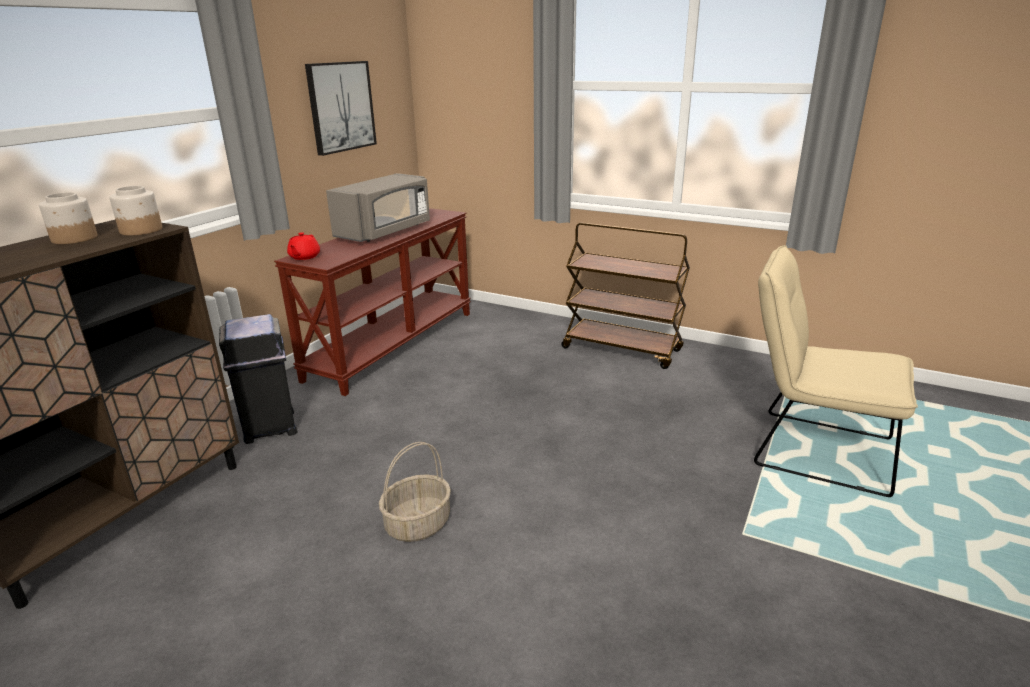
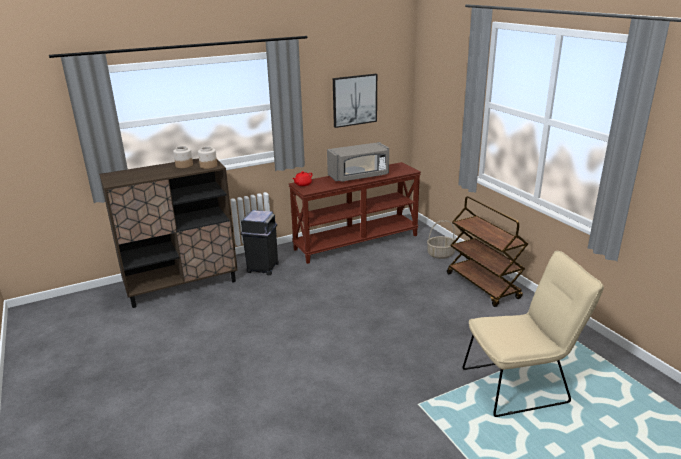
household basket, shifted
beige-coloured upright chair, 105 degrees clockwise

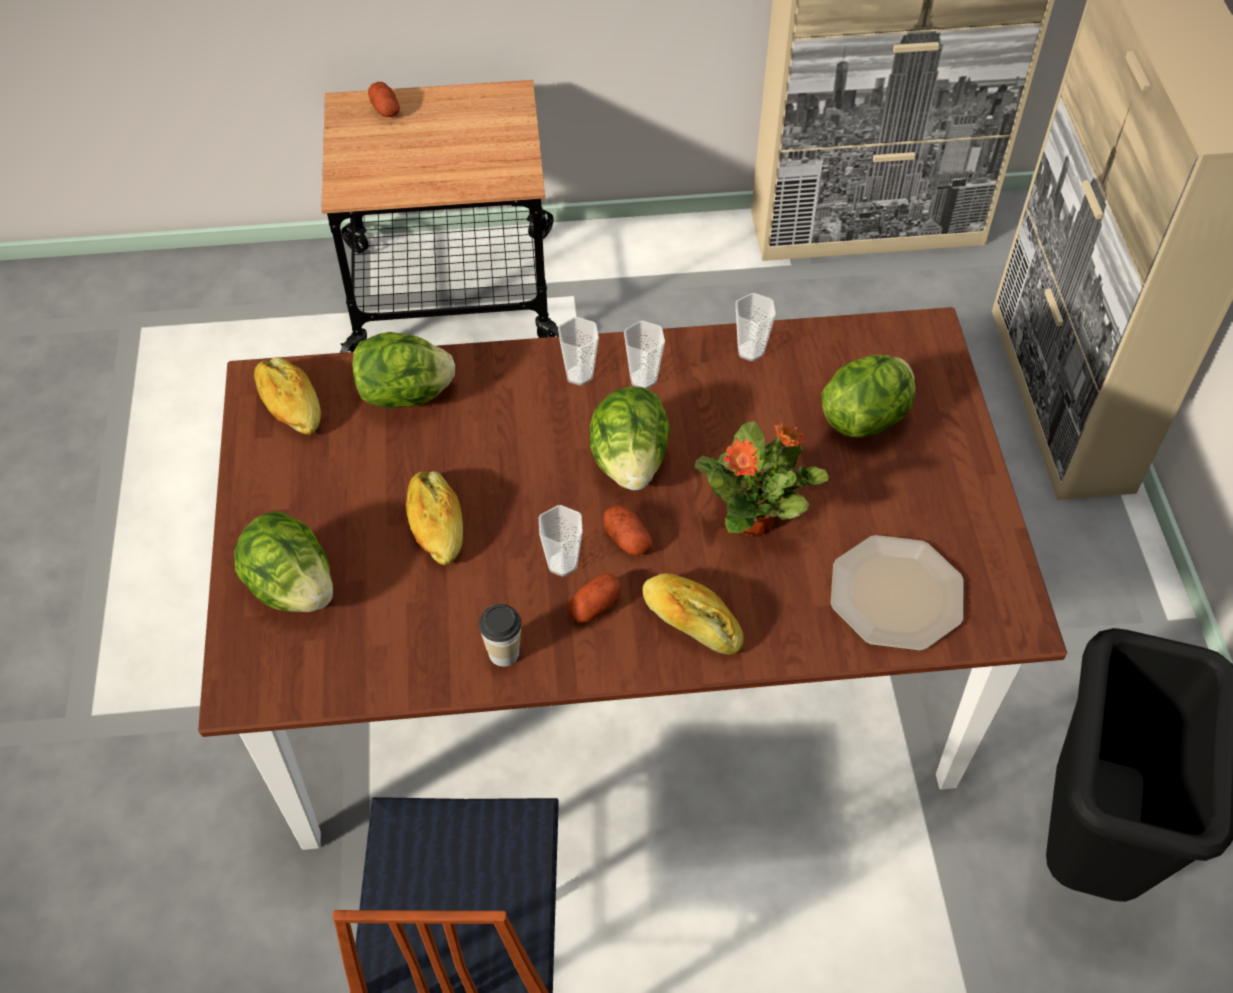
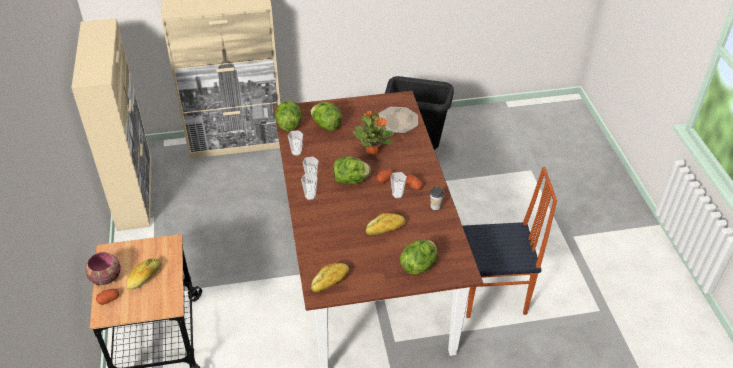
lettuce (no. 2 from left in the first image) -> lettuce (no. 1 from left), shifted
baked bread (no. 3 from left in the first image) -> baked bread (no. 1 from left), shifted
none -> bowl

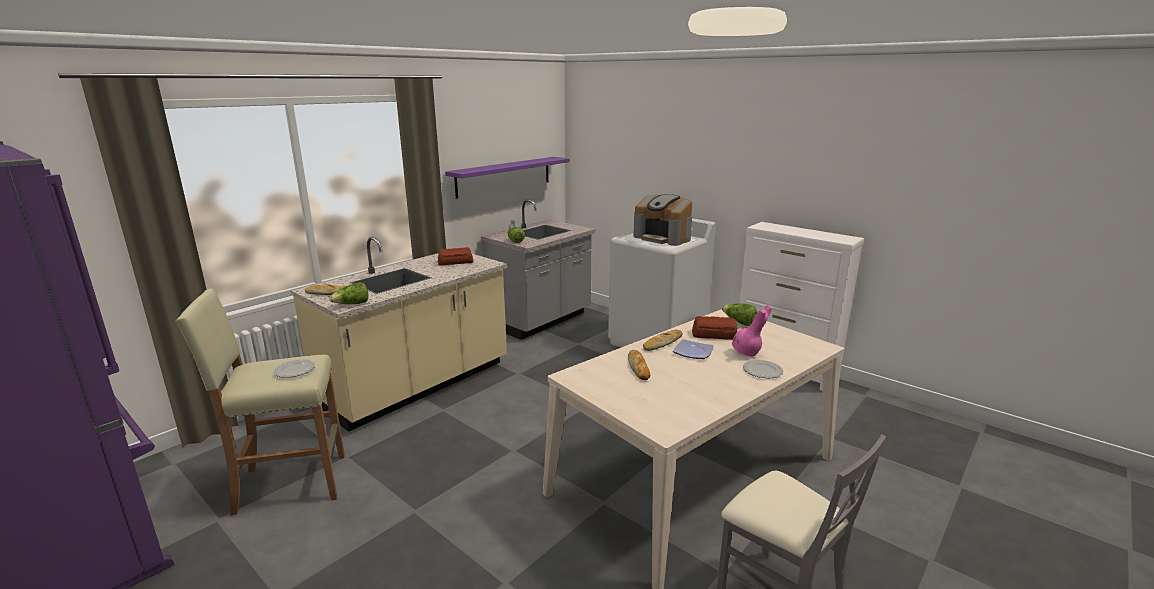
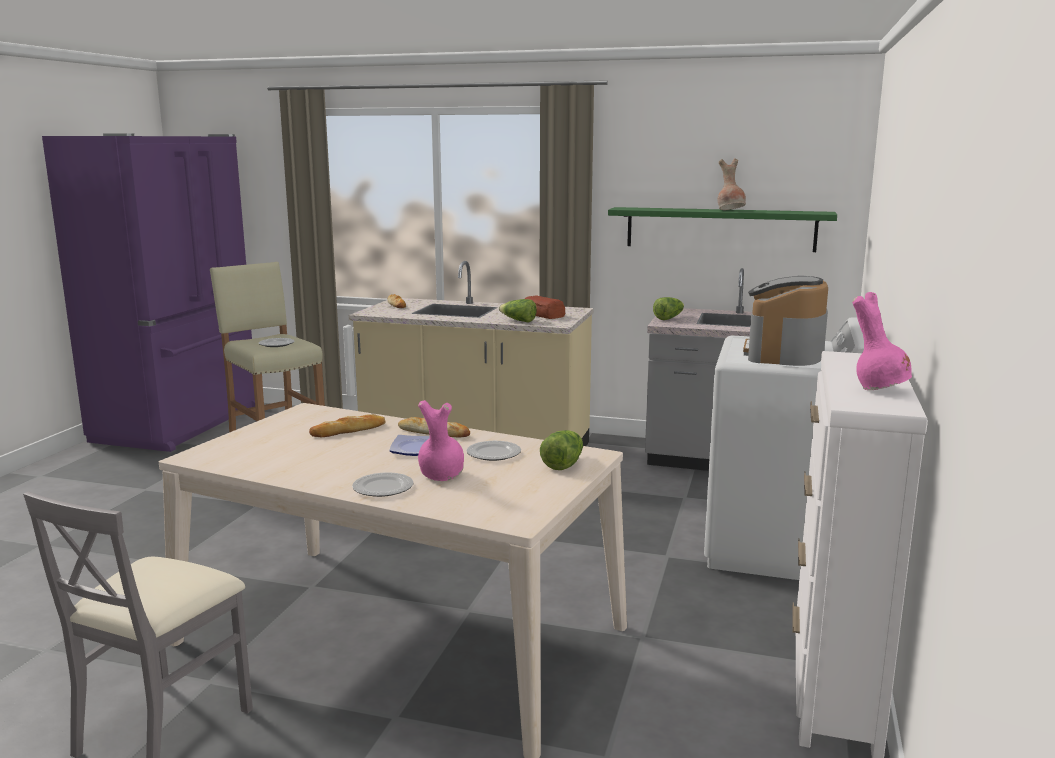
lettuce (no. 1 from left), shifted
purplish wall shelf -> greenish wall shelf
baked bread (no. 5 from left) -> flat dish (no. 4 from left)
none -> brown-coloured vase
none -> pink vase (no. 2 from left)

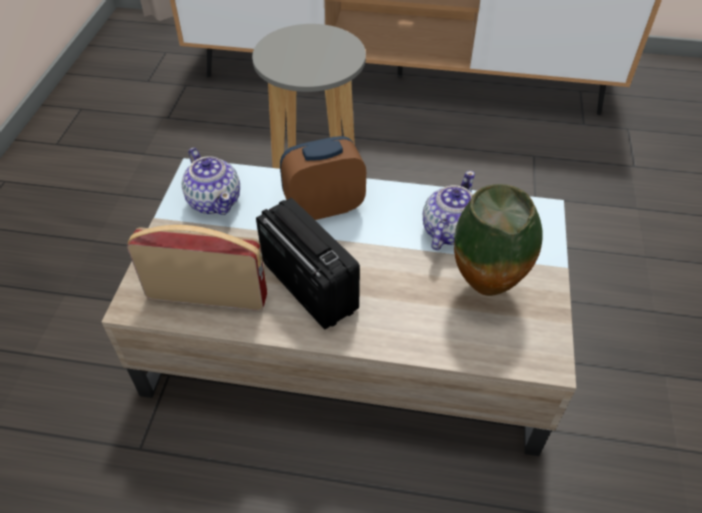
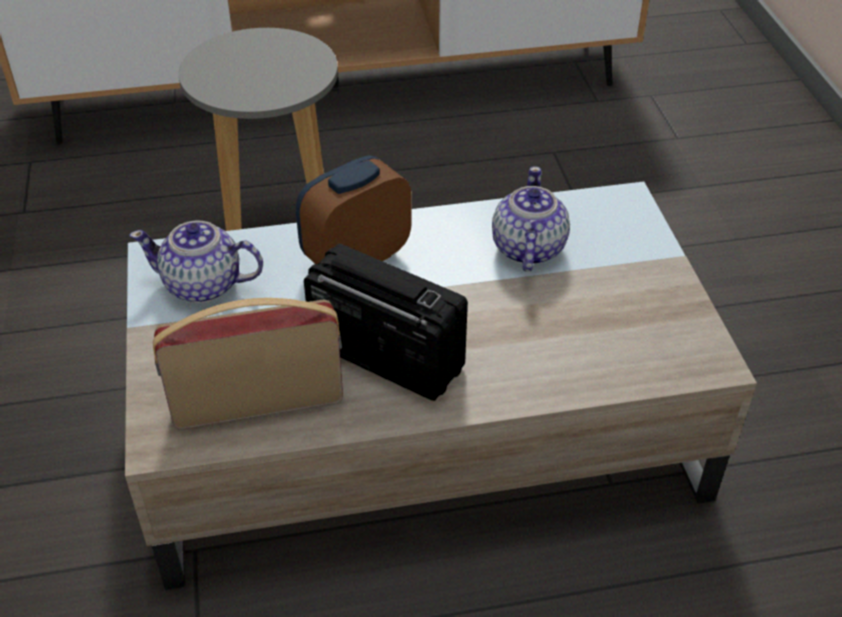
pot for tea (no. 1 from left), 150 degrees clockwise
vase -> none

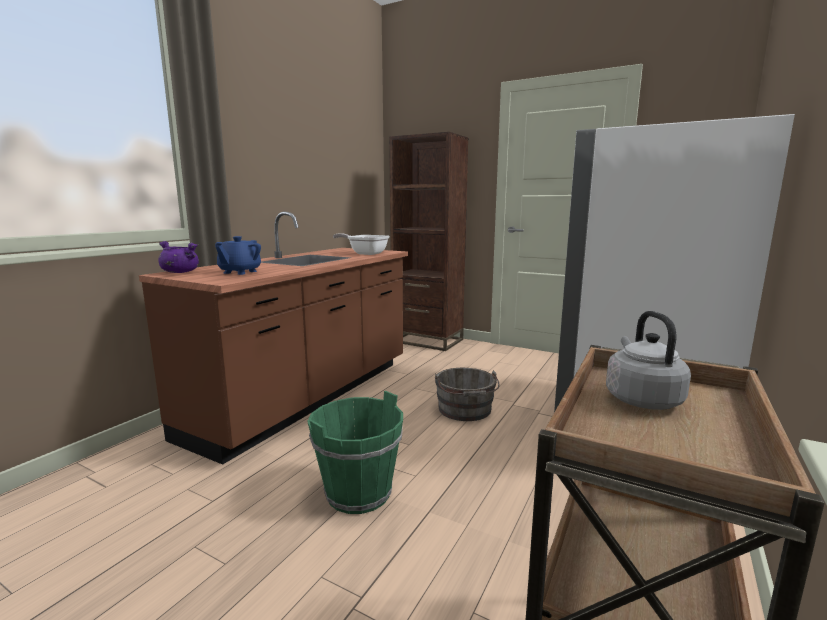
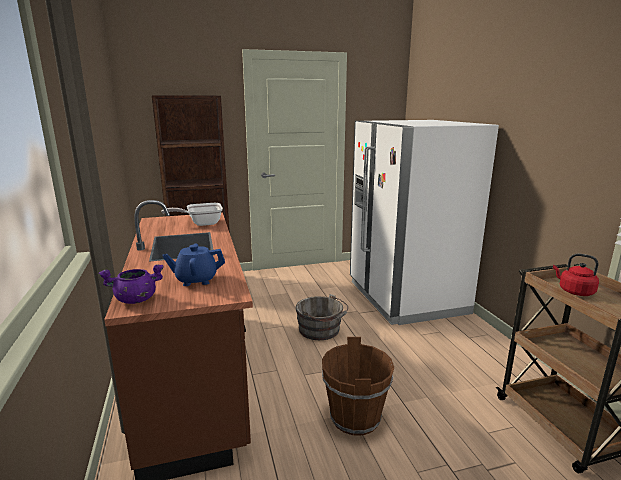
bluish pot for tea, 105 degrees clockwise
greenish pail -> brown-coloured pail
gray water kettle -> red-coloured water kettle

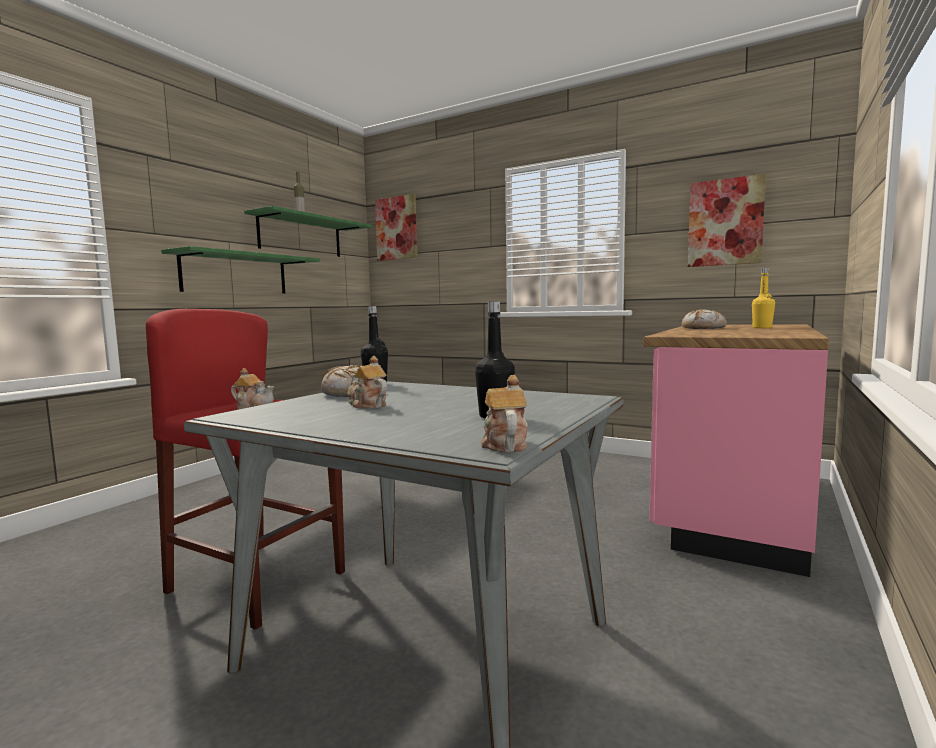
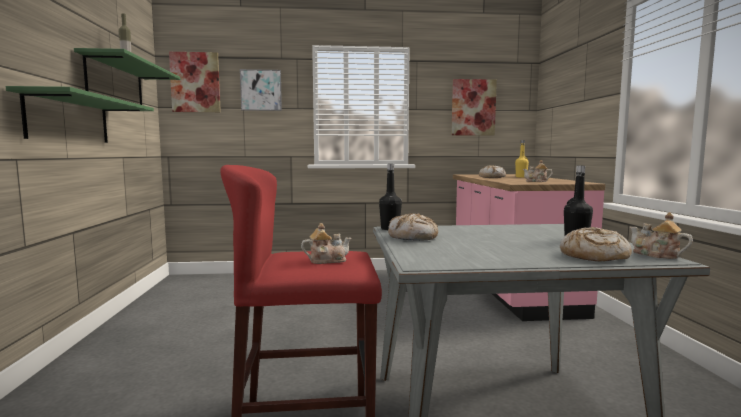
pot for tea (no. 2 from left), shifted
none -> wall picture (no. 2 from left)
none -> baked bread (no. 3 from left)

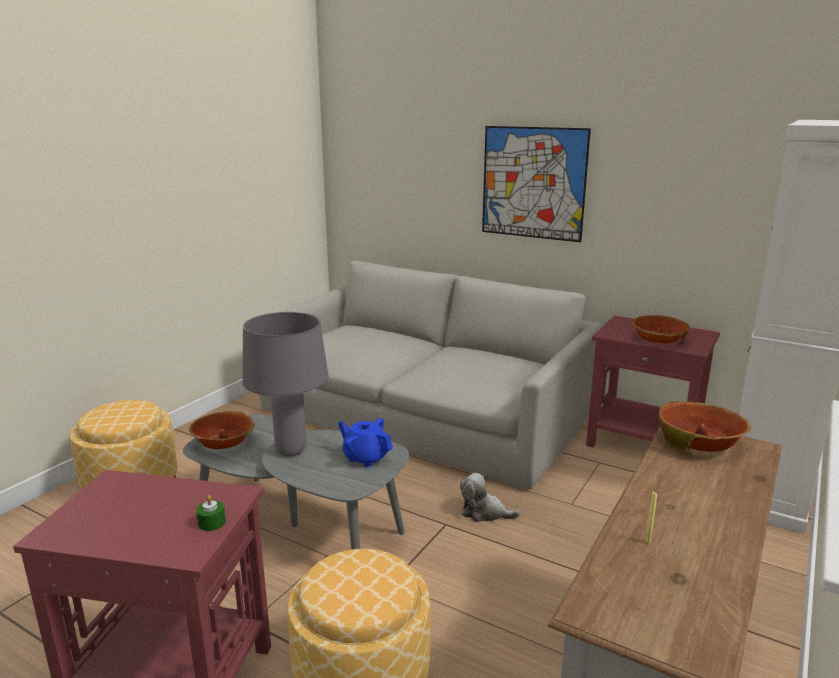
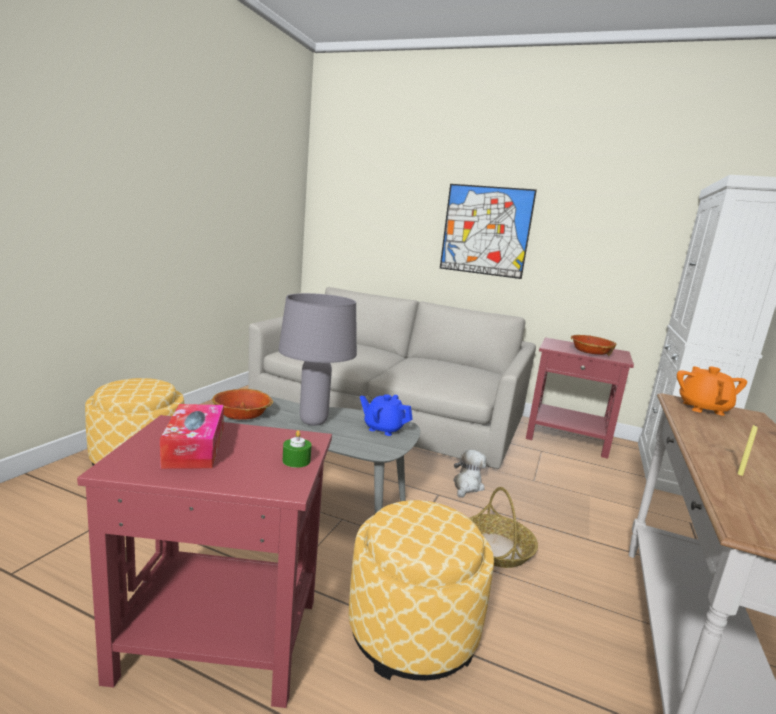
soft toy, 105 degrees clockwise
bowl (no. 3 from left) -> orange pot for tea
none -> tissue holder
none -> household basket

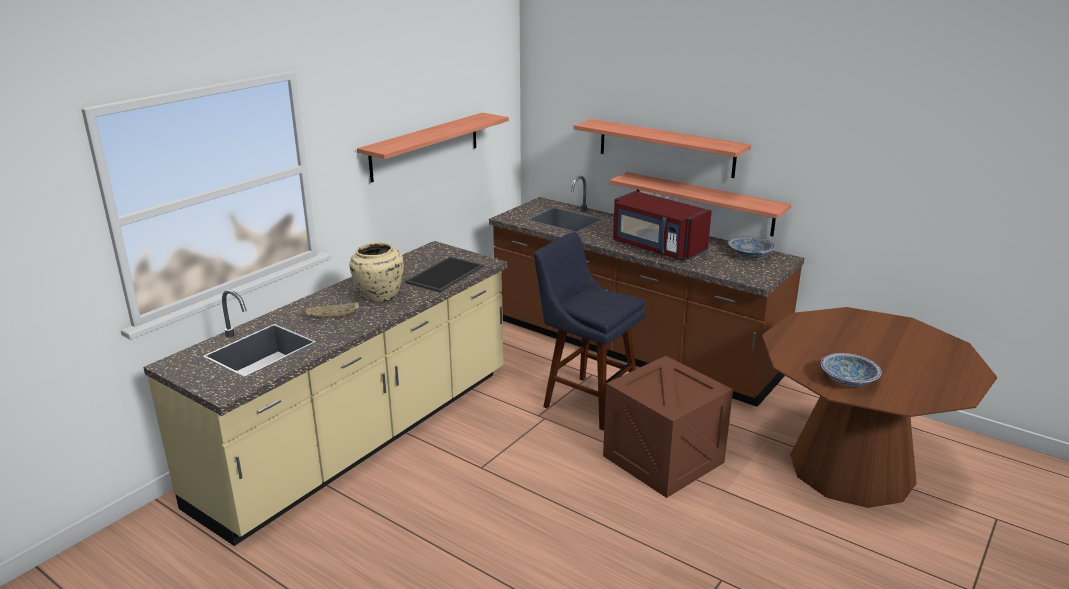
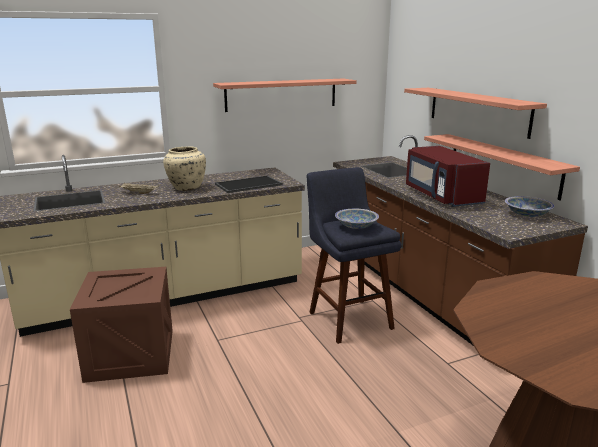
crate, shifted
bowl (no. 2 from left in the first image) -> bowl (no. 1 from left), shifted

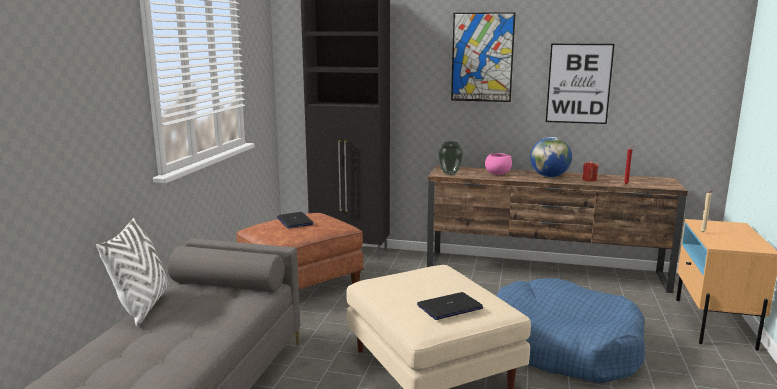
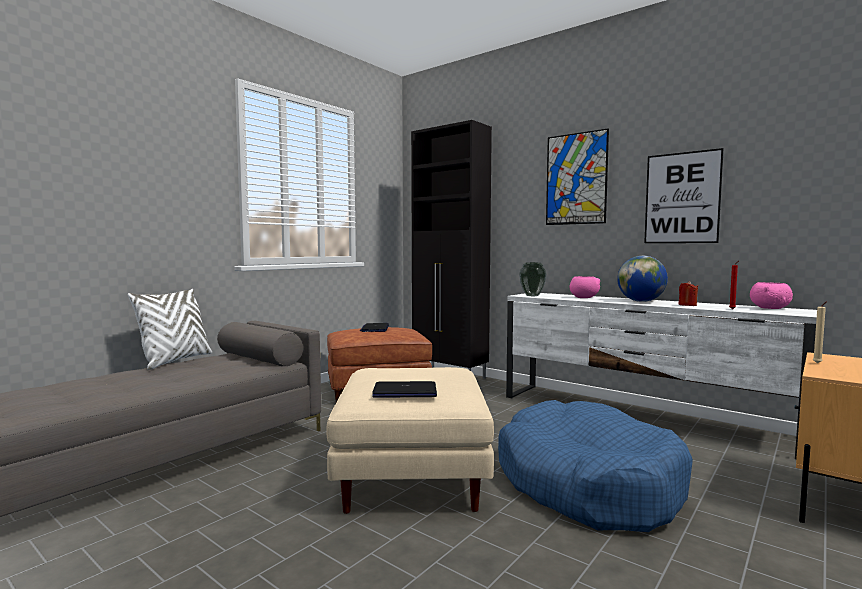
brown-coloured media console -> whitish media console
none -> pink bowl (no. 2 from left)

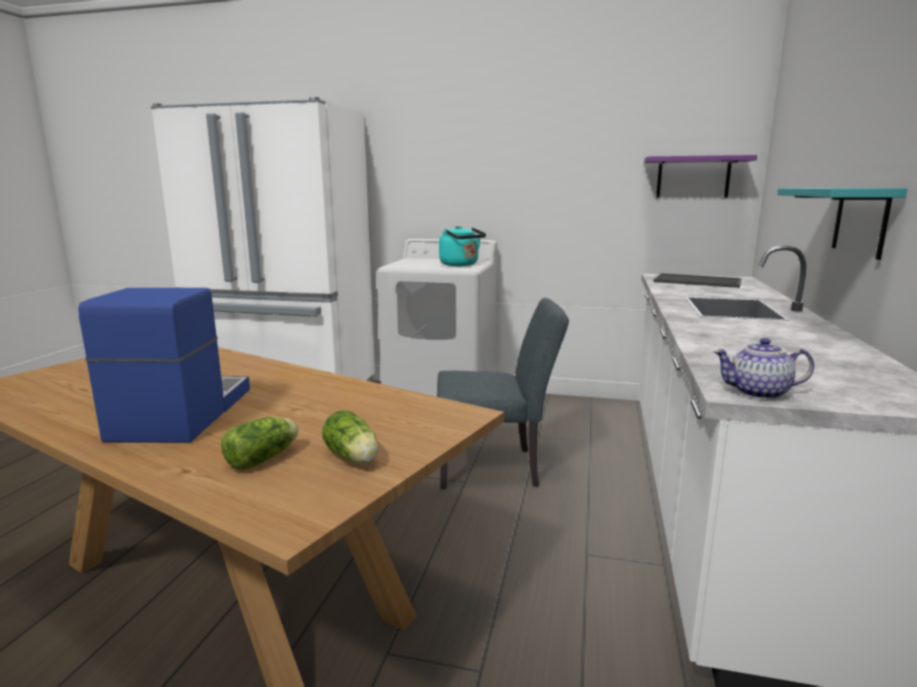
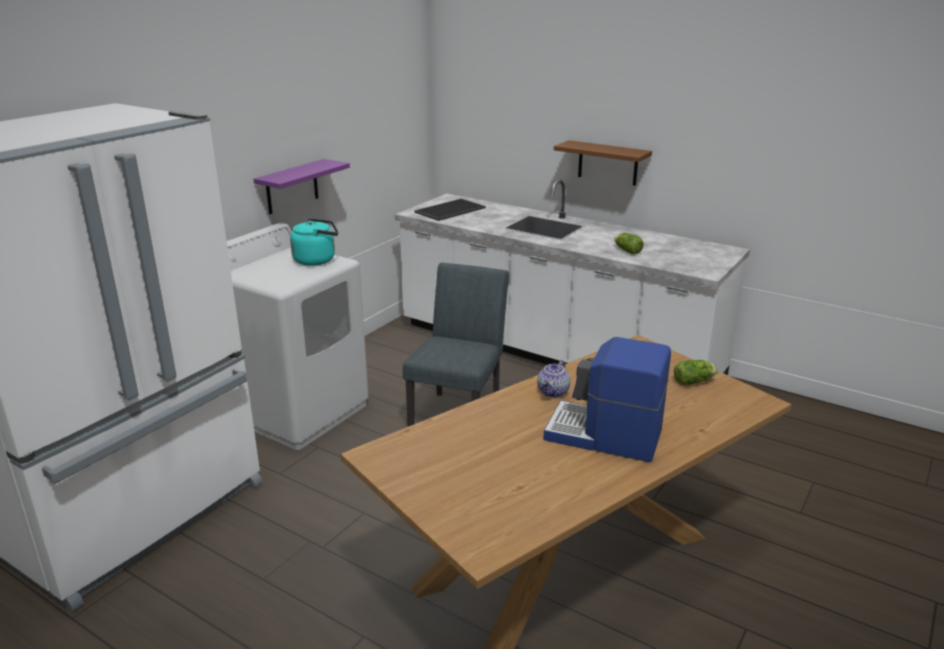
lettuce (no. 1 from left), shifted
purplish wall shelf, shifted
pot for tea, shifted
turquoise-coloured wall shelf -> brown-coloured wall shelf

